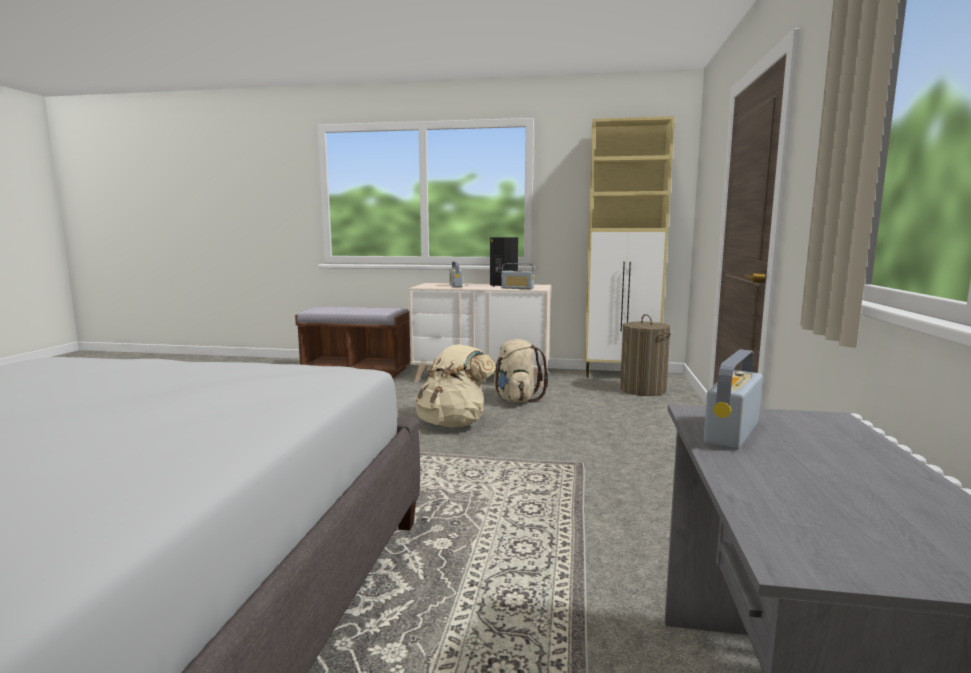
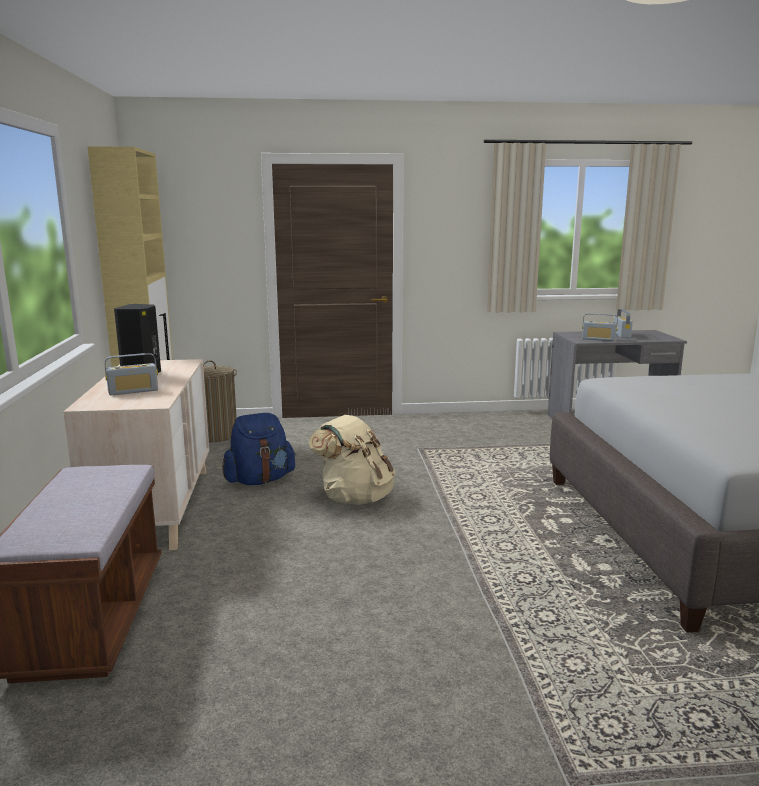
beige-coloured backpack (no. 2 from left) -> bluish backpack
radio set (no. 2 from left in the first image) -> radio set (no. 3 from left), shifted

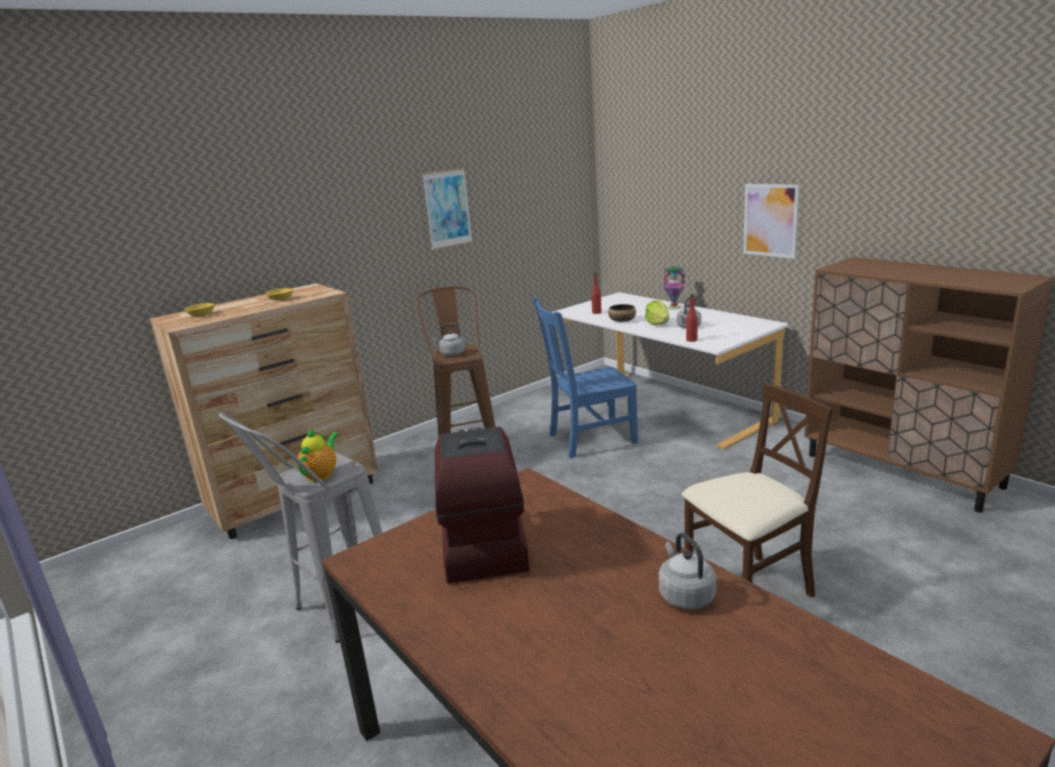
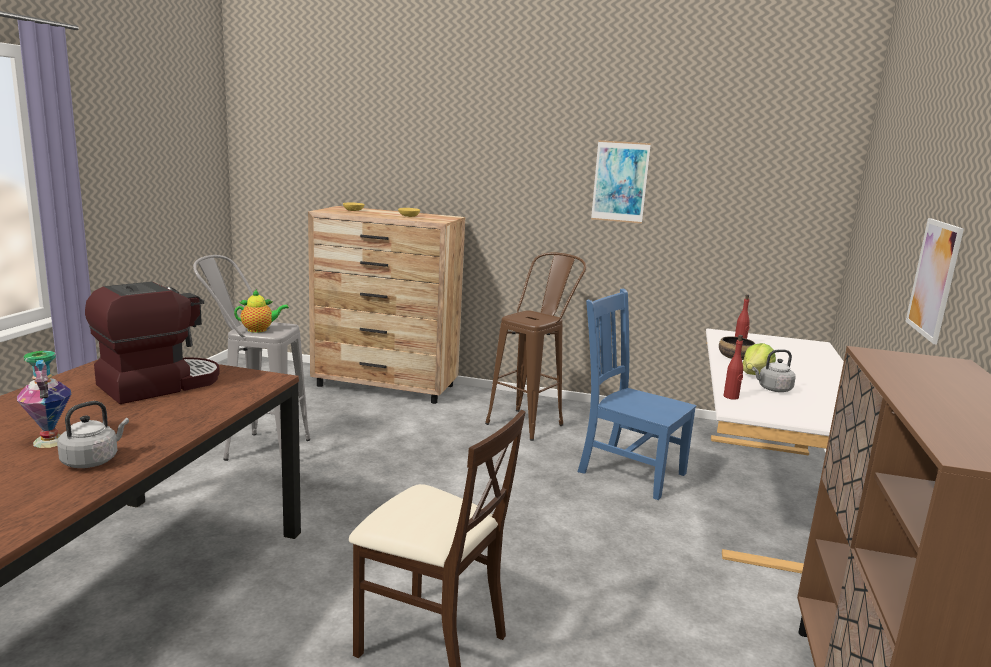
gray water kettle (no. 1 from left) -> none
vase, shifted

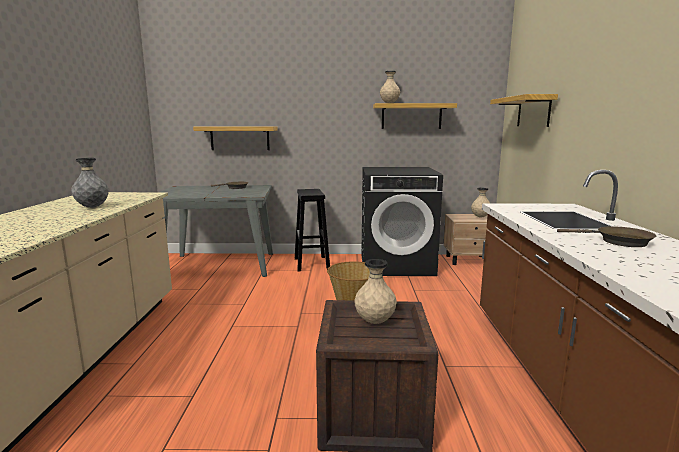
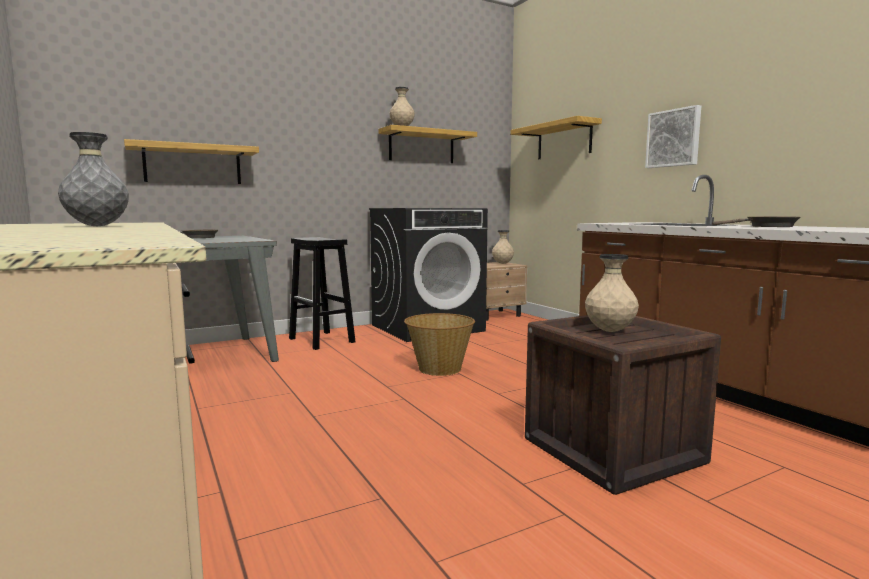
none -> wall picture

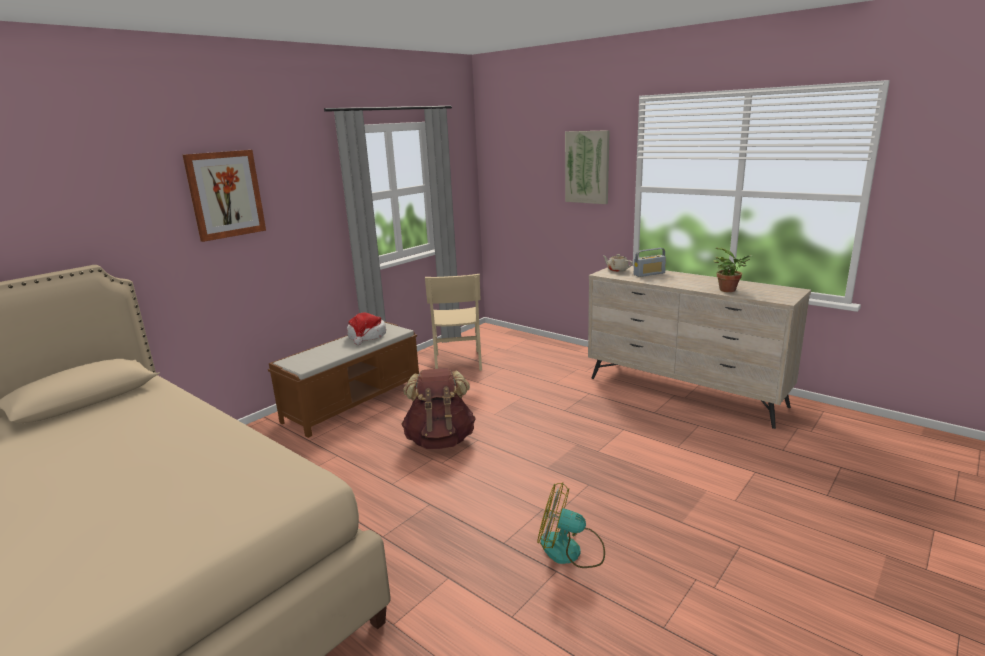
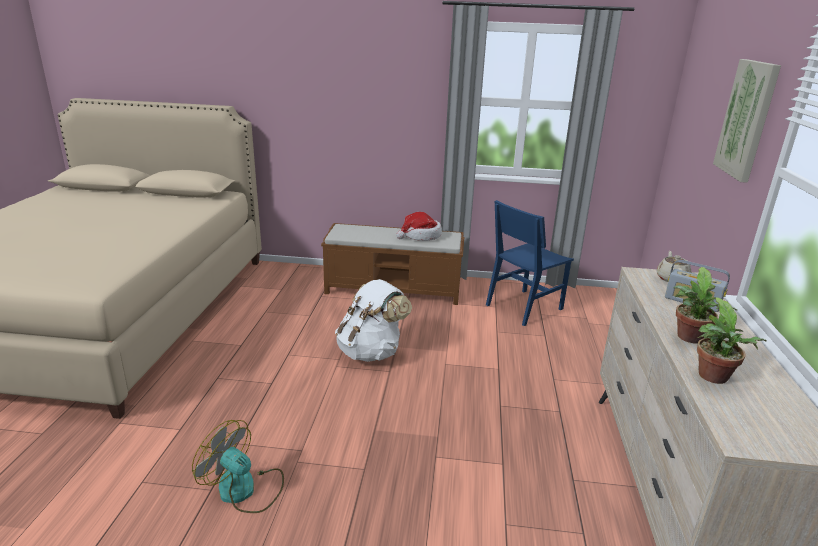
wall picture (no. 1 from left) -> none
brown-coloured backpack -> whitish backpack
beige-coloured upright chair -> bluish upright chair
cooling fan, 45 degrees counterclockwise
none -> houseplant (no. 1 from left)

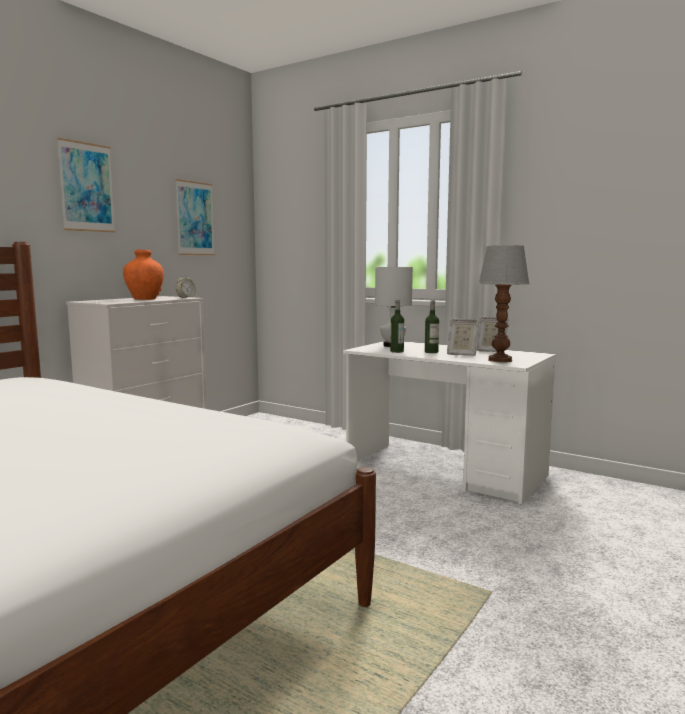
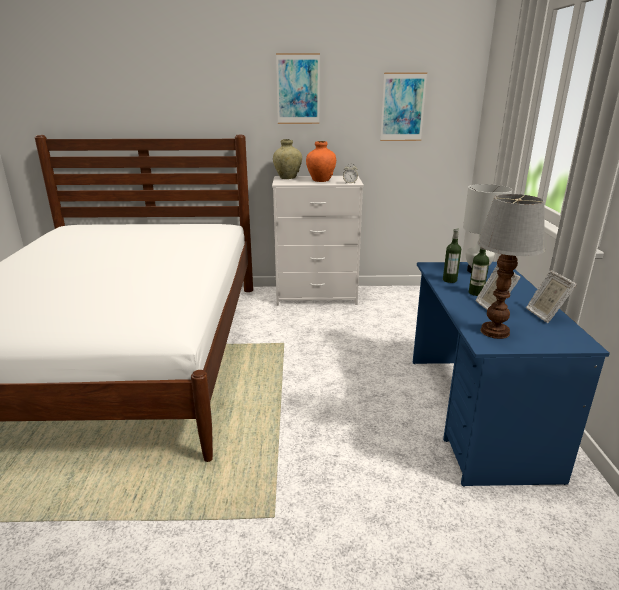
whitish desk -> bluish desk
none -> beige-coloured vase

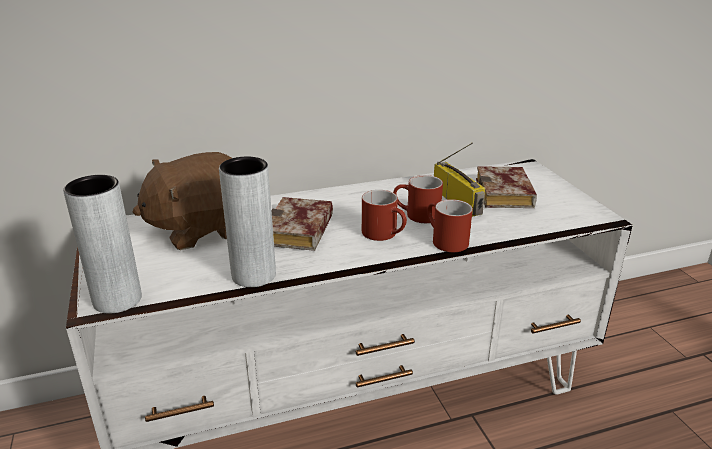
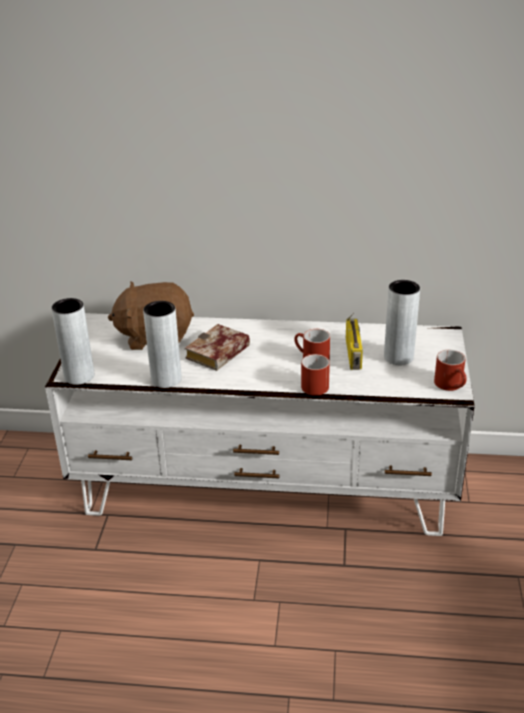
red-coloured tea mug (no. 1 from left in the first image) -> red-coloured tea mug (no. 3 from left), shifted
volume (no. 2 from left) -> gray vase (no. 3 from left)

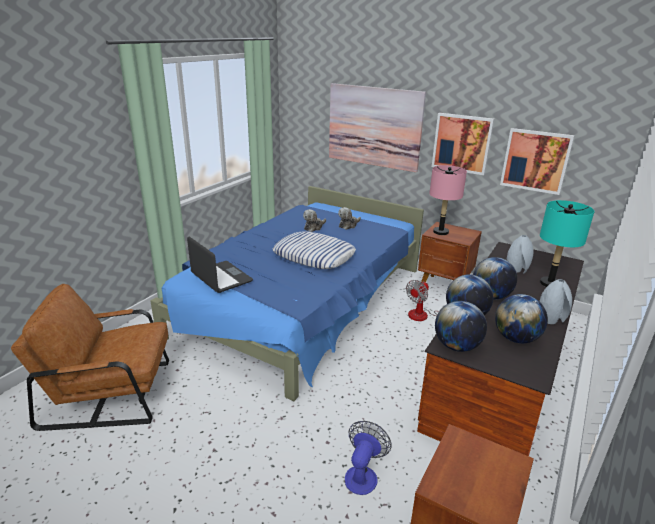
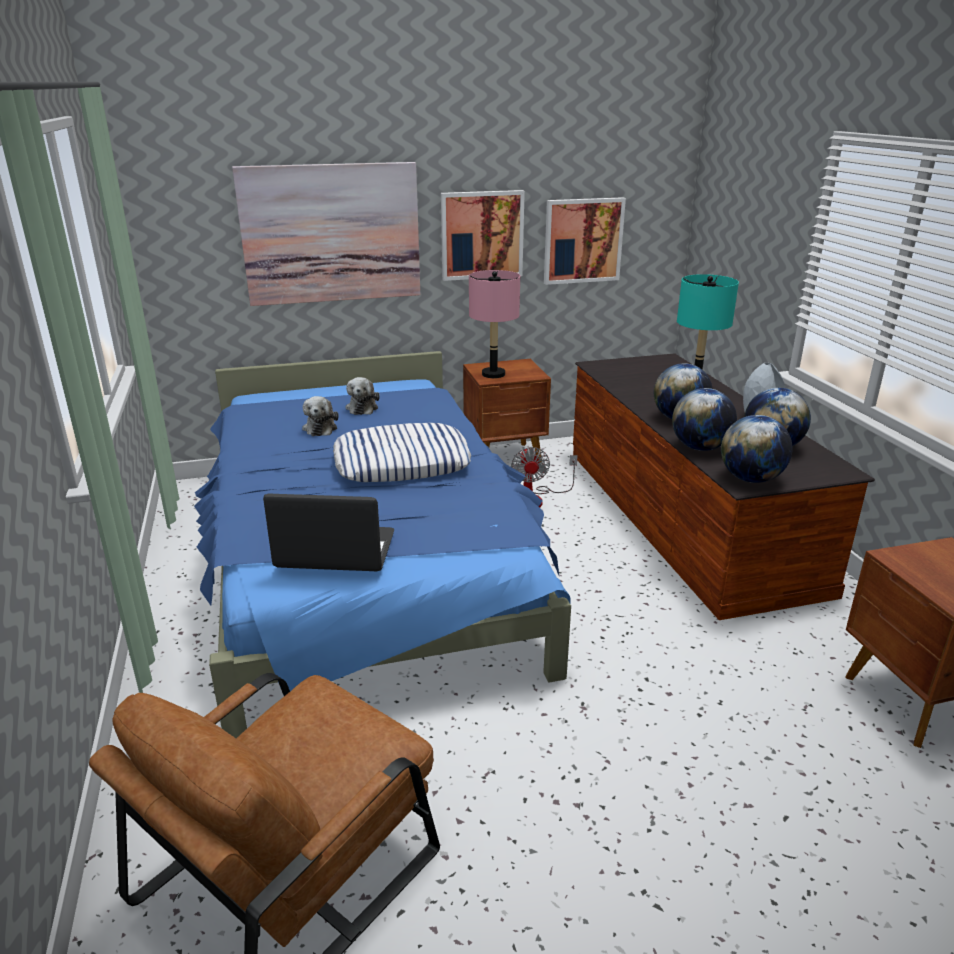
cooling fan (no. 1 from left) -> none
gray vase (no. 1 from left) -> none

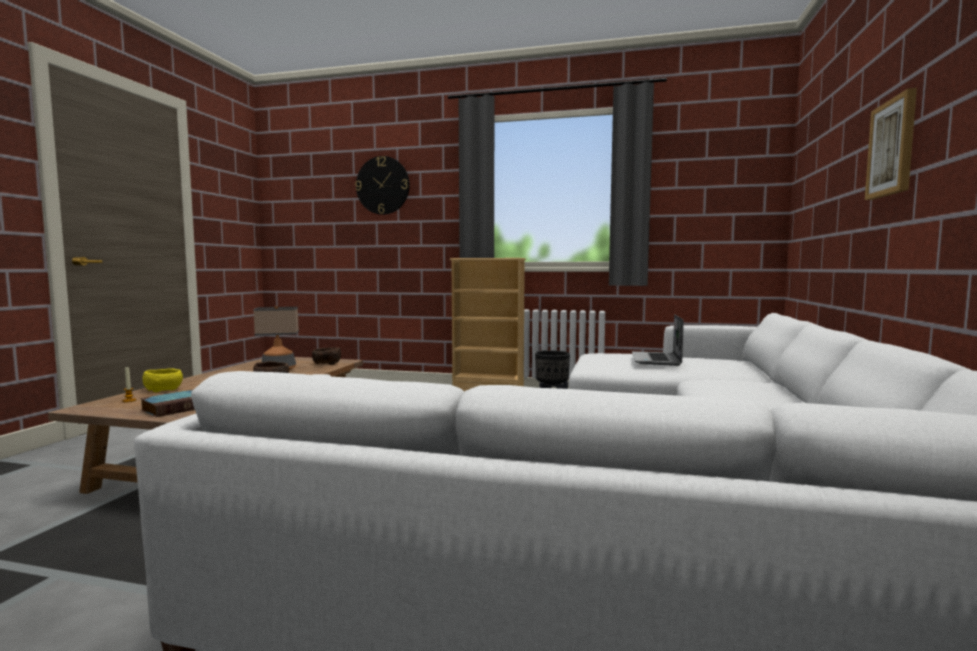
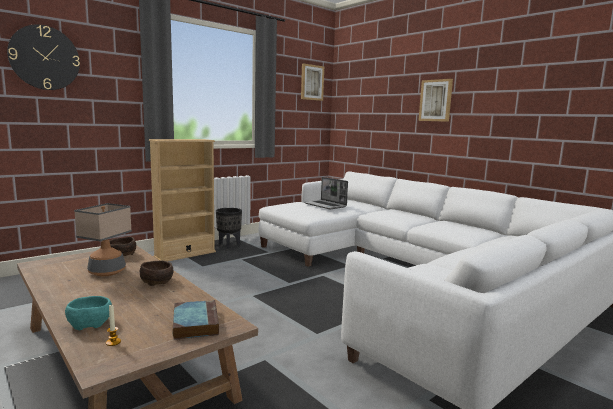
yellow-coloured bowl -> turquoise-coloured bowl
none -> wall picture (no. 1 from left)

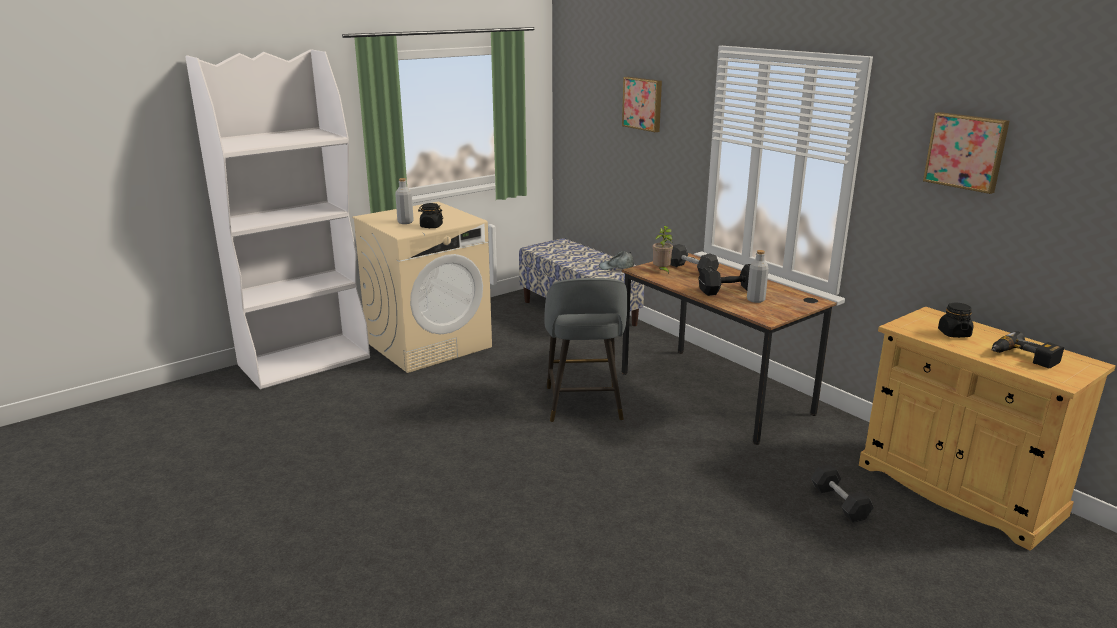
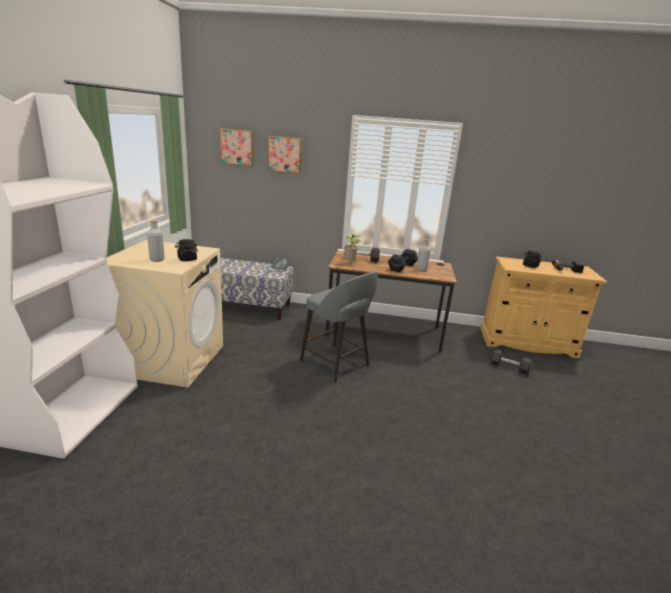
wall picture (no. 2 from left in the first image) -> wall picture (no. 1 from left), shifted

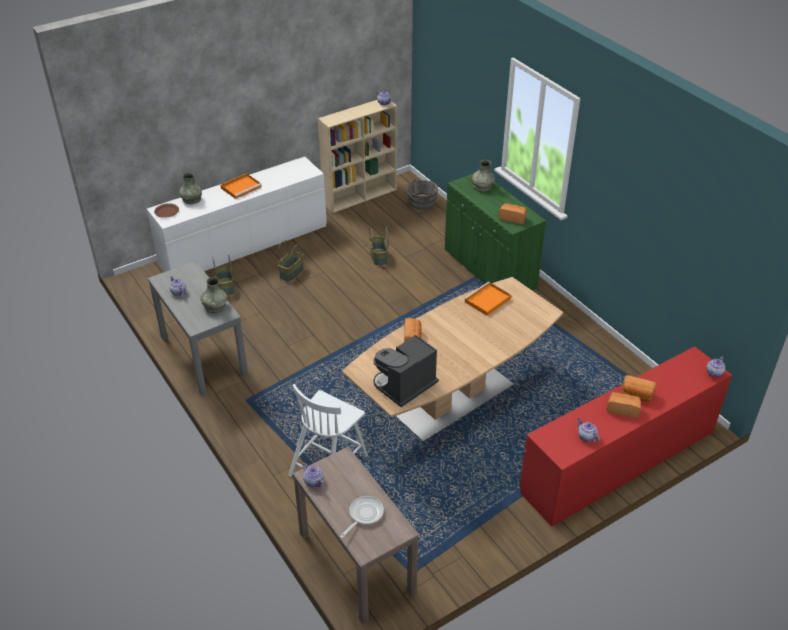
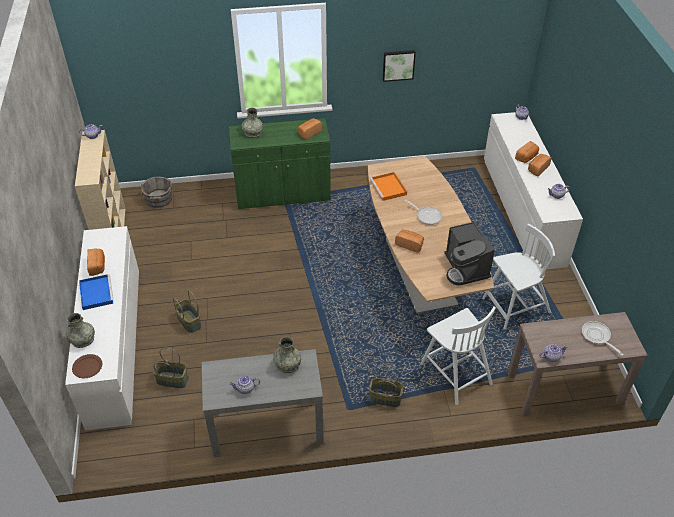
orange tray (no. 1 from left) -> bluish tray
household basket (no. 3 from left), shifted
red-coloured drawer chest -> whitish drawer chest (no. 2 from left)
none -> baked bread (no. 1 from left)
none -> wall picture
none -> skillet (no. 1 from left)
none -> whitish upright chair (no. 2 from left)

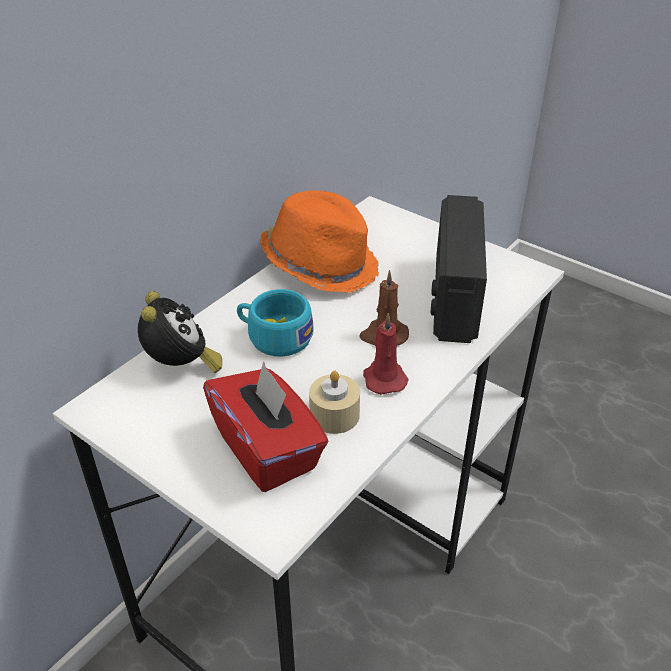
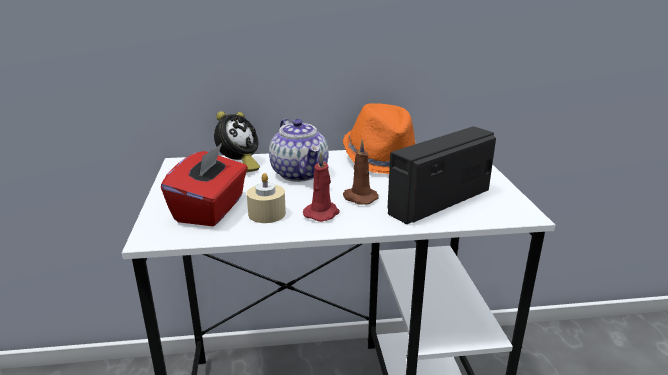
turquoise-coloured cup -> pot for tea

